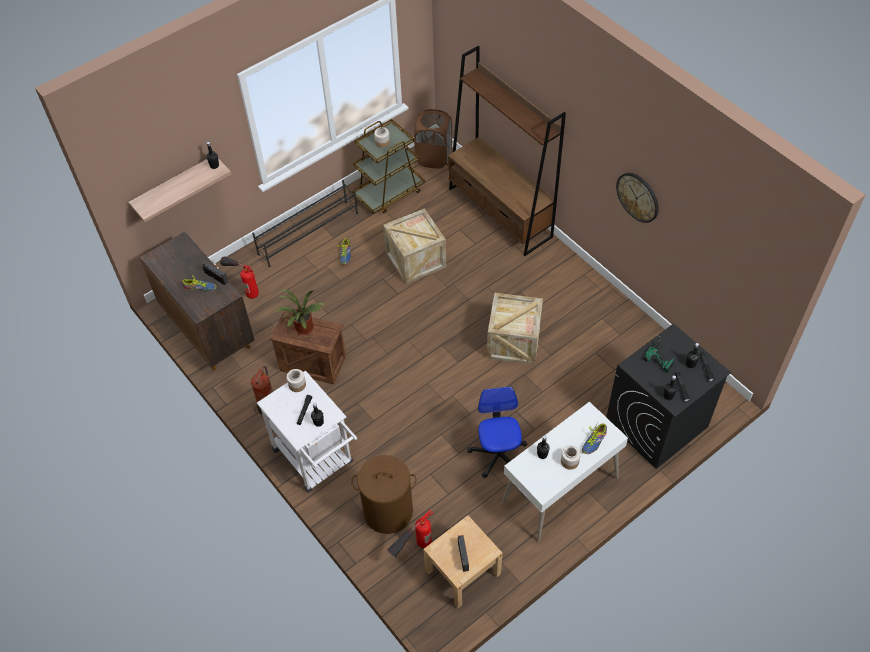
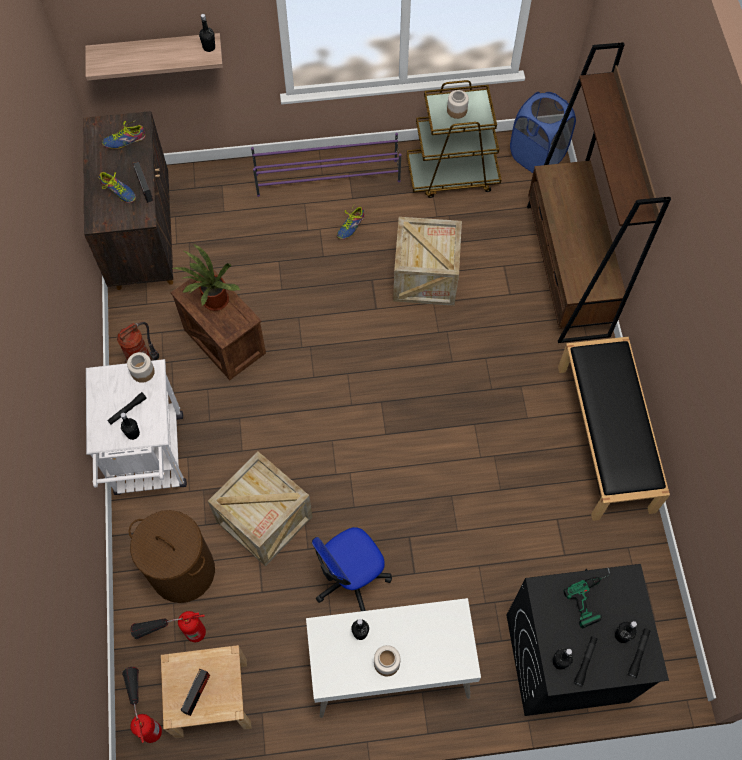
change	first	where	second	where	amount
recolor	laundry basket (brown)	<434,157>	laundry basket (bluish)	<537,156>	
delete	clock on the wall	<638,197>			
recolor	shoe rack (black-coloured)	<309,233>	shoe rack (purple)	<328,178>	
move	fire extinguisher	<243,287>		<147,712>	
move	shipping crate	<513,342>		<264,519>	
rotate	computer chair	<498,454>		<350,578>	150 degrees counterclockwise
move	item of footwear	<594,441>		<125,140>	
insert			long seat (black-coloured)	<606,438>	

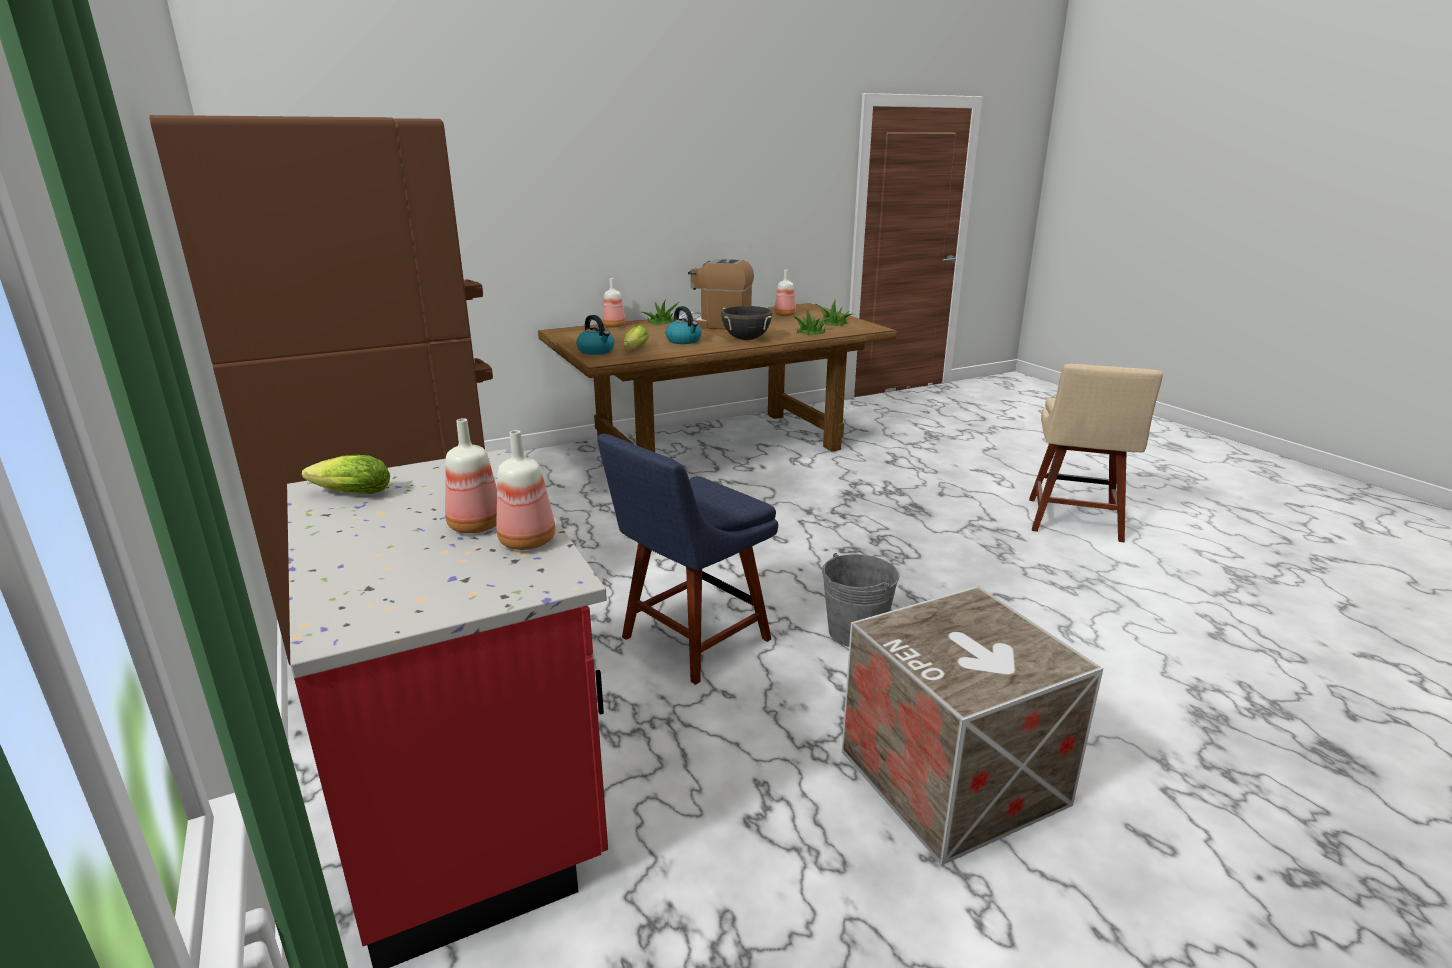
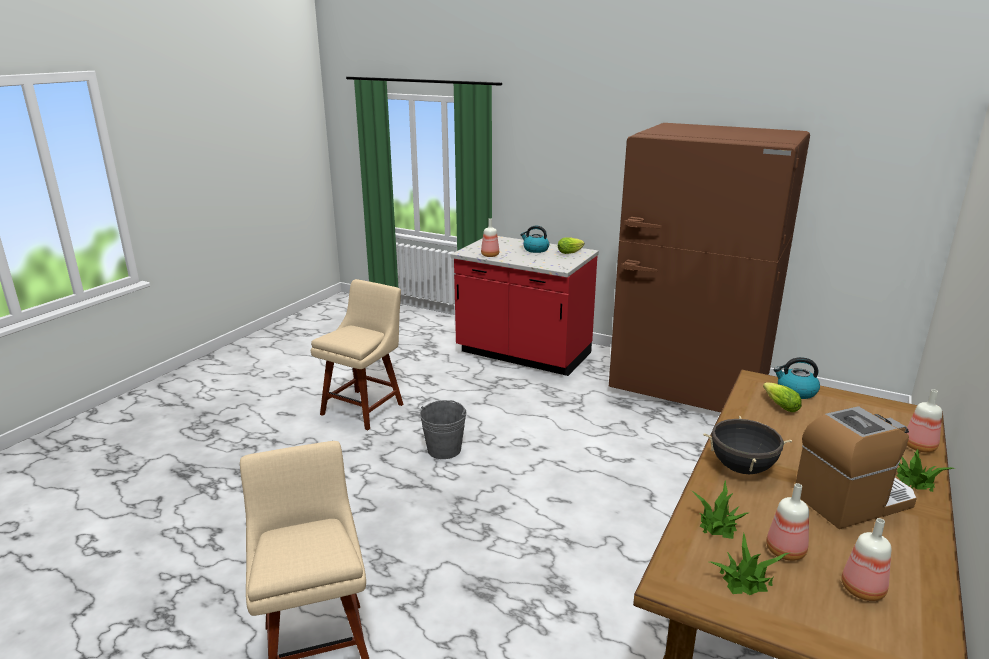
change	first	where	second	where	amount
move	kettle	<684,341>		<535,249>	
move	beverage bottle	<474,526>		<786,551>	
delete	plain chair (bluish)	<690,641>			
replace	shipping crate	<952,777>	plain chair (beige)	<365,407>	

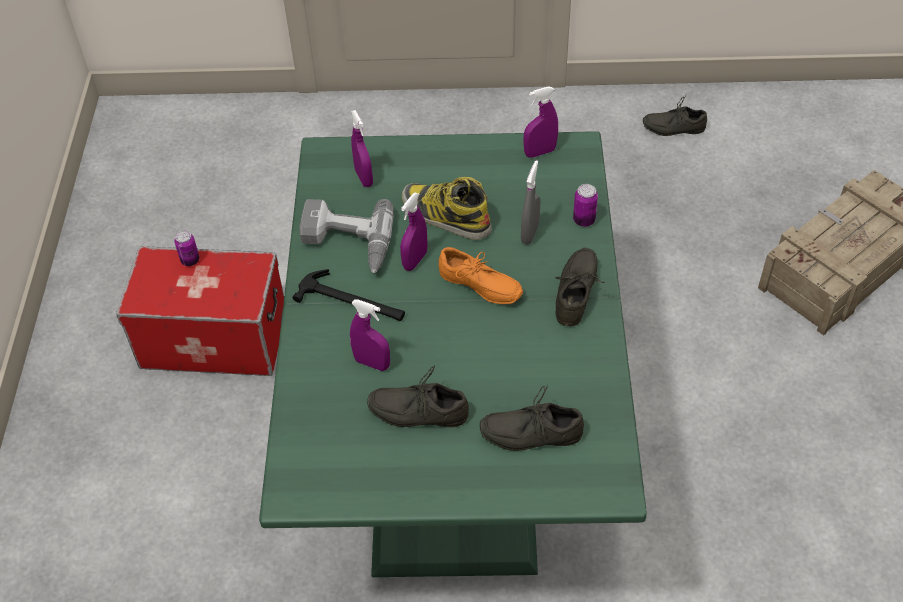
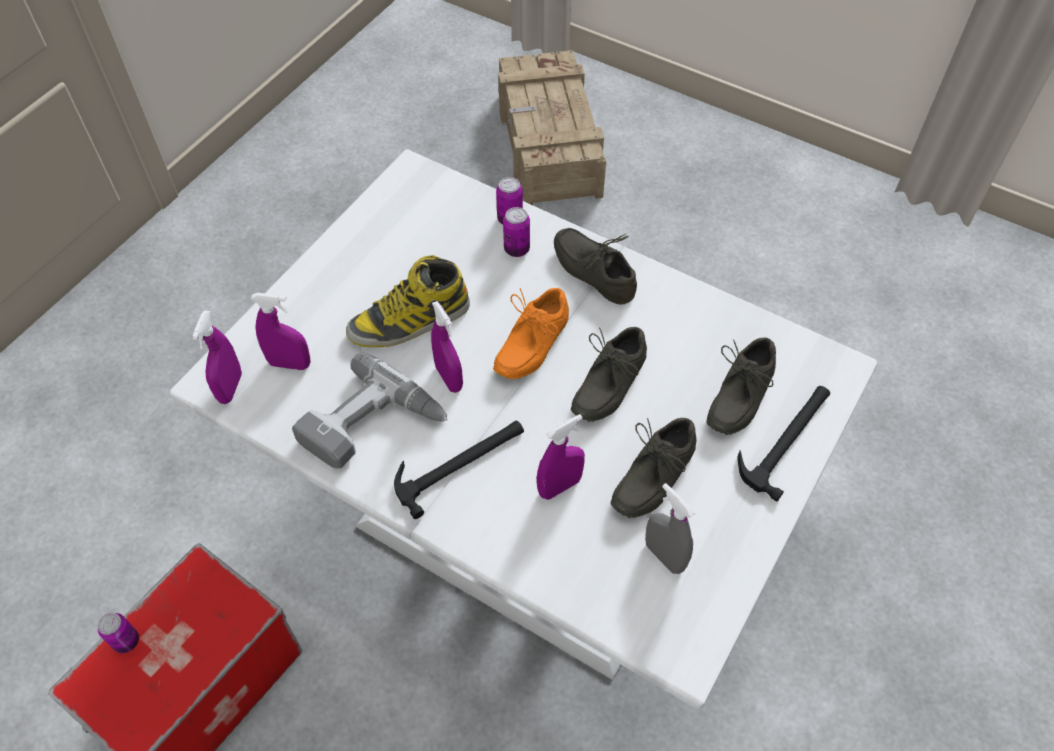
change	first	where	second	where	amount
move	hand sprayer (purple)	<540,152>		<230,388>	
move	item of footwear (greyish)	<673,126>		<605,383>	
recolor	dining table (greenish)	<457,454>	dining table (white)	<527,526>	
move	hand sprayer (greyish)	<530,233>		<664,556>	
rotate	item of footwear (orange)	<479,287>		<528,343>	150 degrees clockwise
insert			sealed can	<516,249>	
insert			hammer	<787,438>	

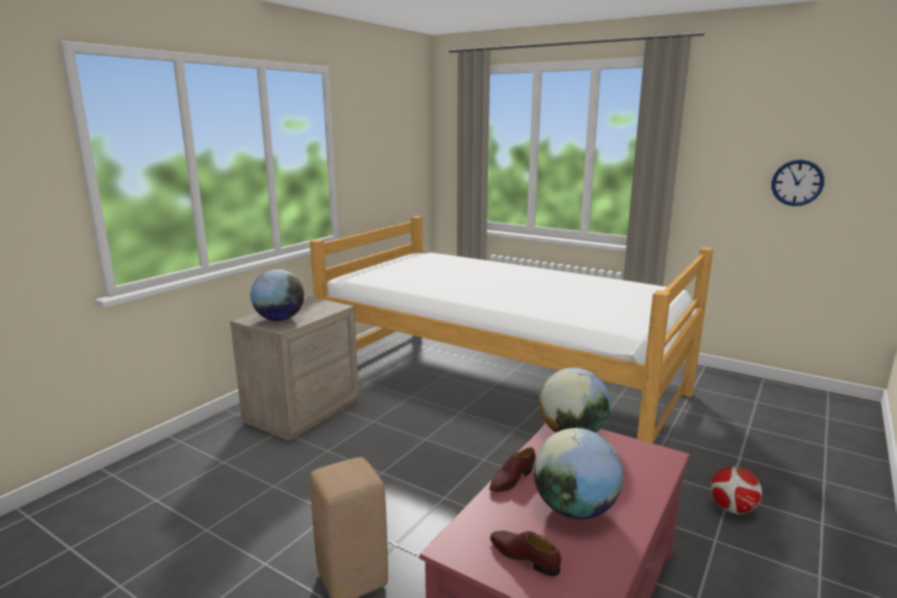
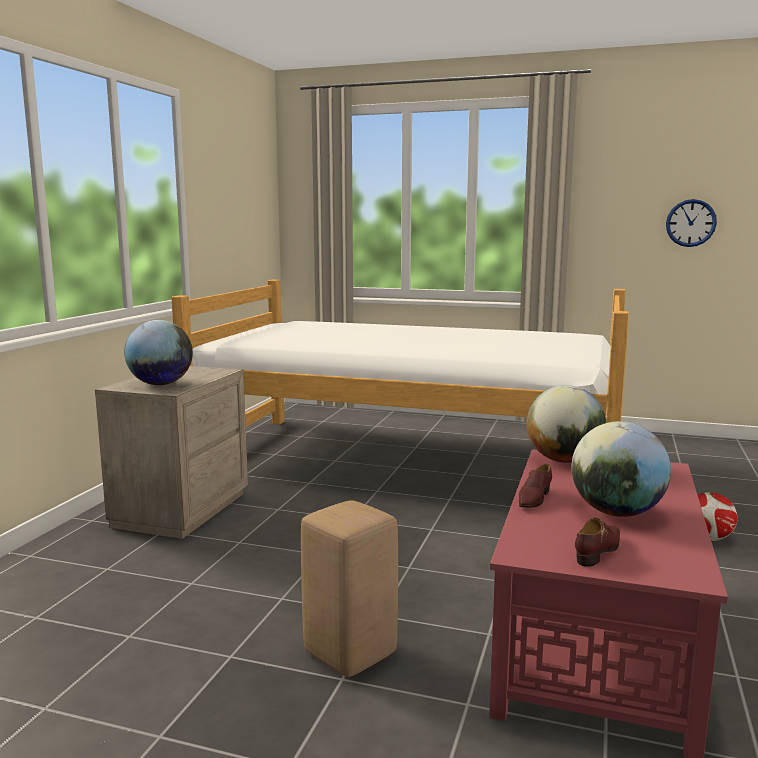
change	first	where	second	where	amount
rotate	item of footwear (brown)	<524,557>		<599,551>	105 degrees clockwise

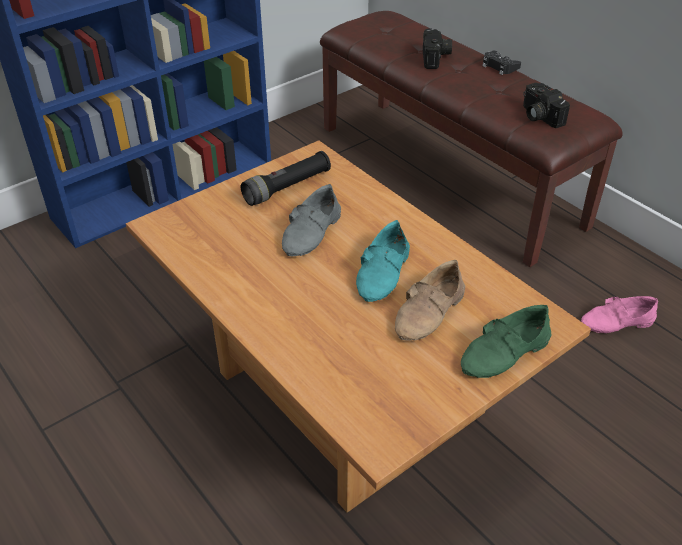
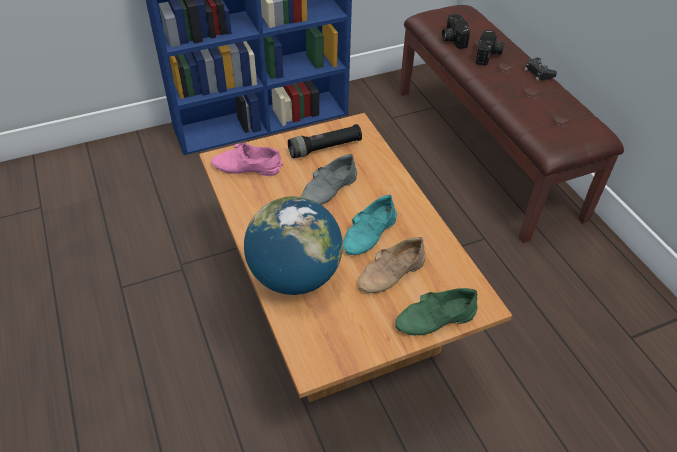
change	first	where	second	where	amount
move	still camera	<538,116>		<452,38>	
move	item of footwear (pinkish)	<617,323>		<246,168>	
insert			globe	<295,276>	

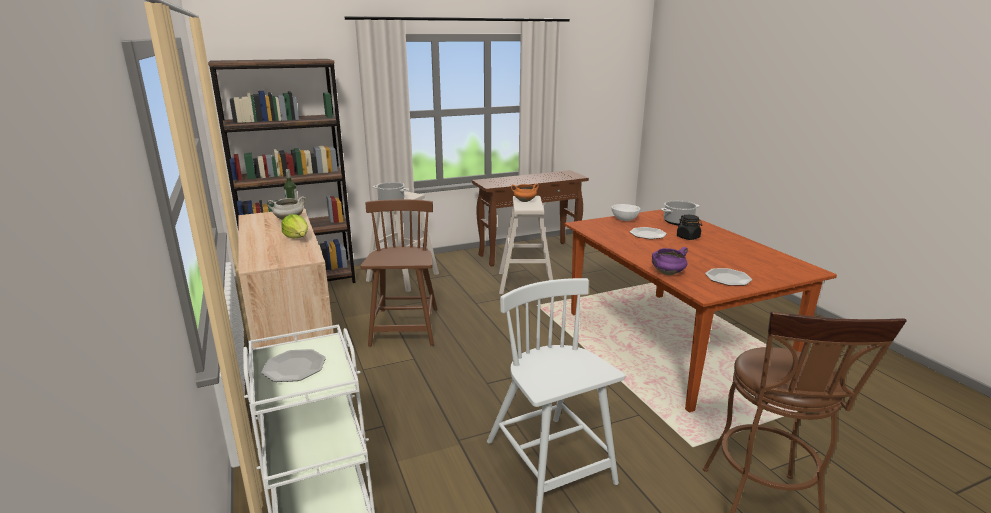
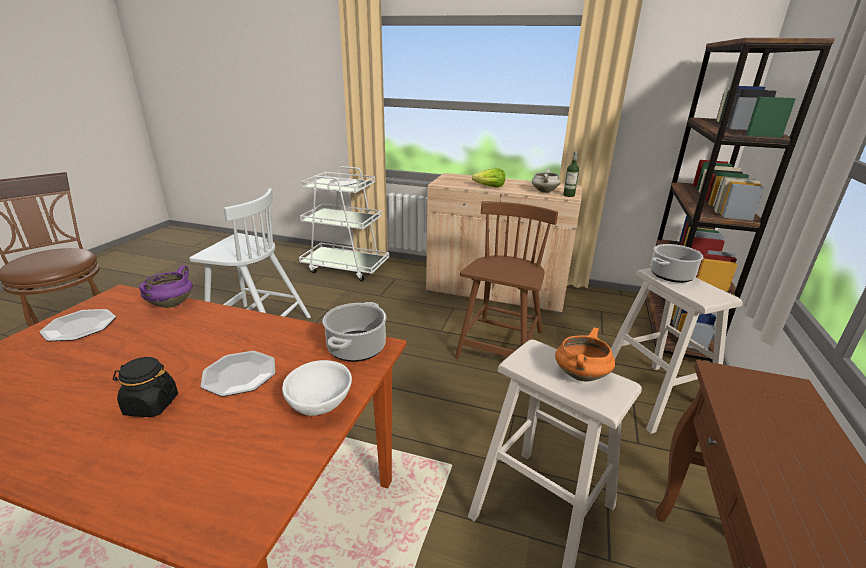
change	first	where	second	where	amount
rotate	plain chair (brown)	<405,328>		<500,346>	105 degrees counterclockwise
move	stockpot	<678,222>		<356,348>	

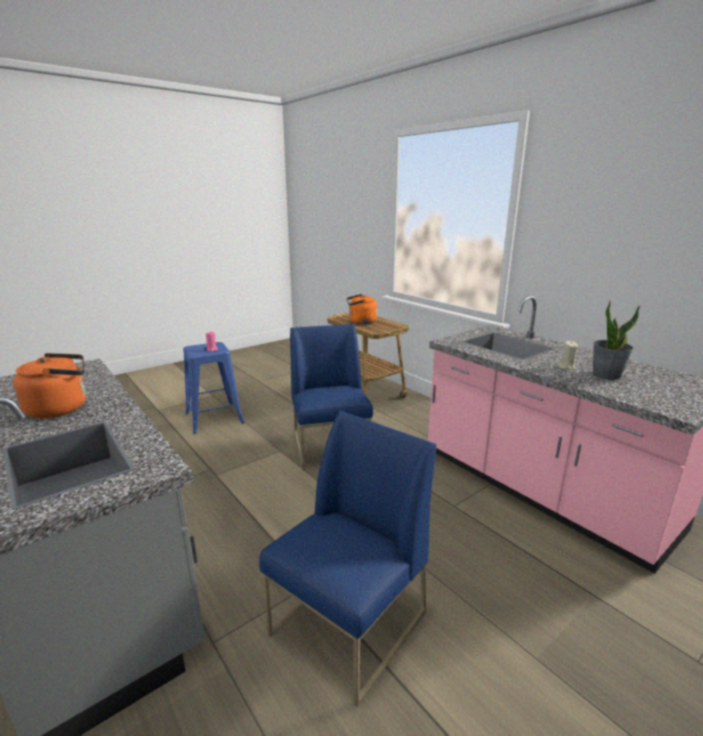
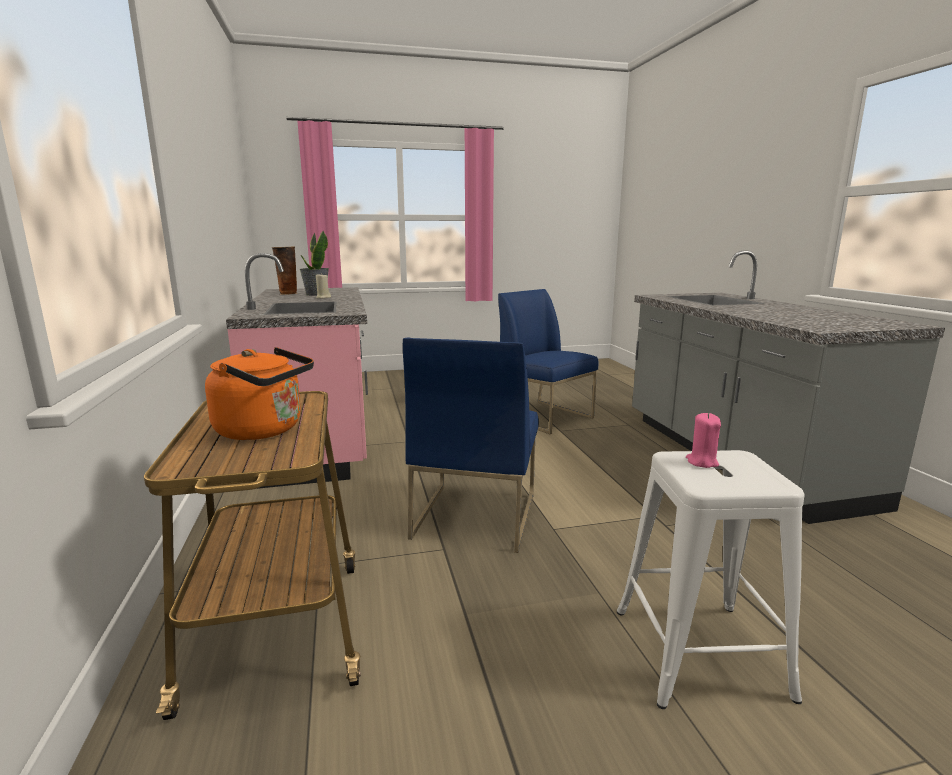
change	first	where	second	where	amount
recolor	stool seat (bluish)	<214,418>	stool seat (white)	<699,651>	
delete	kettle (orange)	<61,408>			
rotate	plain chair (bluish)	<349,625>		<545,417>	75 degrees clockwise
insert			flower vase	<287,293>	

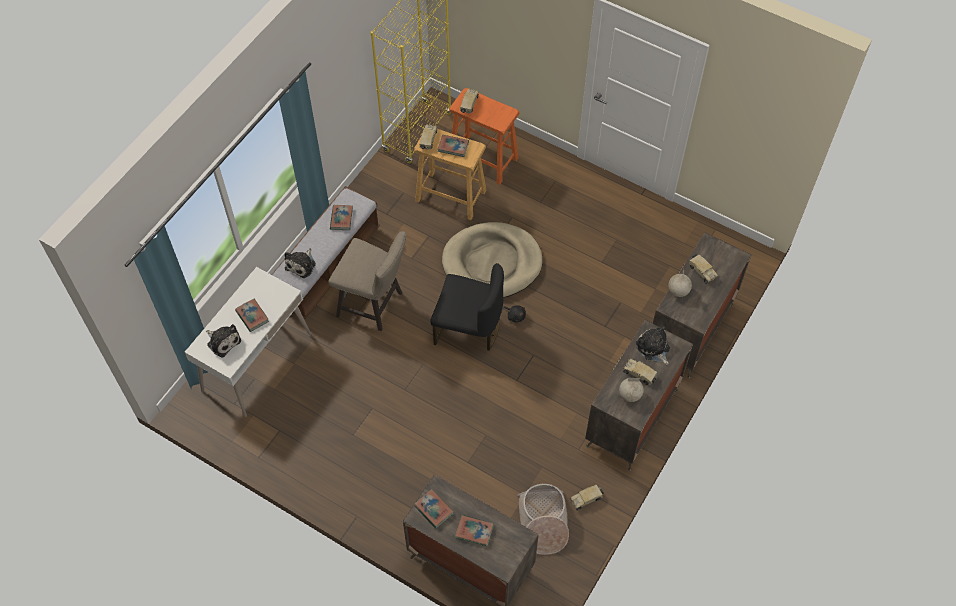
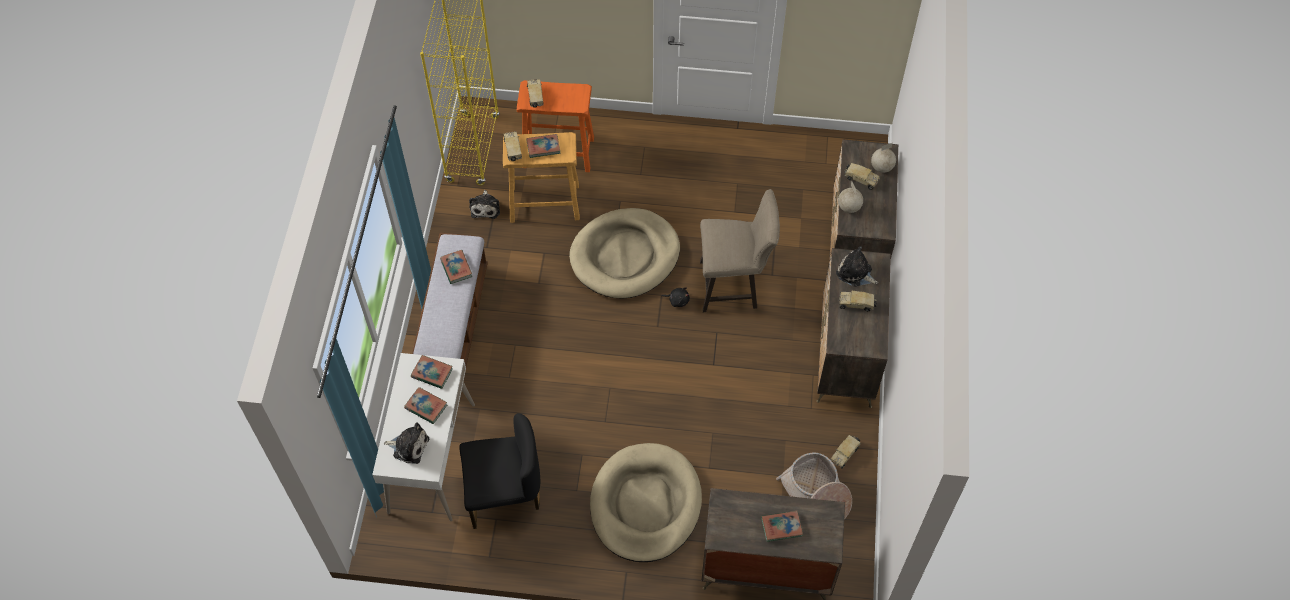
change	first	where	second	where	amount
move	stool seat (beige)	<374,305>		<734,285>	
move	cuddly toy	<301,265>		<485,207>	
move	plain chair (black-coloured)	<468,328>		<504,493>	
move	globe	<629,395>		<881,167>	
move	book	<433,509>		<432,373>	
insert			pet bed (beige)	<645,504>	

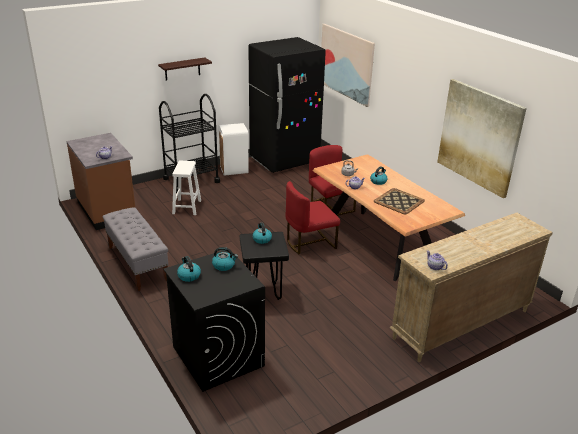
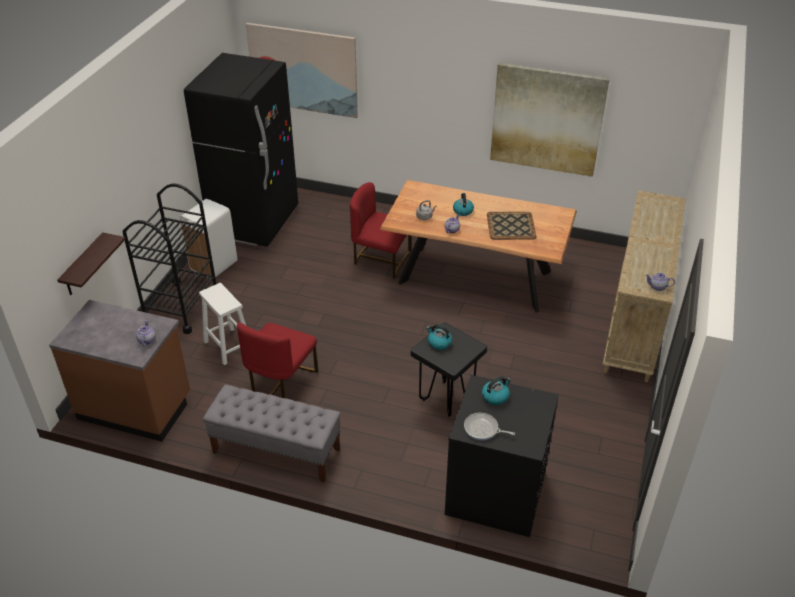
change	first	where	second	where	amount
move	shelf	<182,69>		<83,266>	
move	plain chair (red)	<309,243>		<281,381>	
replace	kettle	<188,276>	pan	<483,429>	

